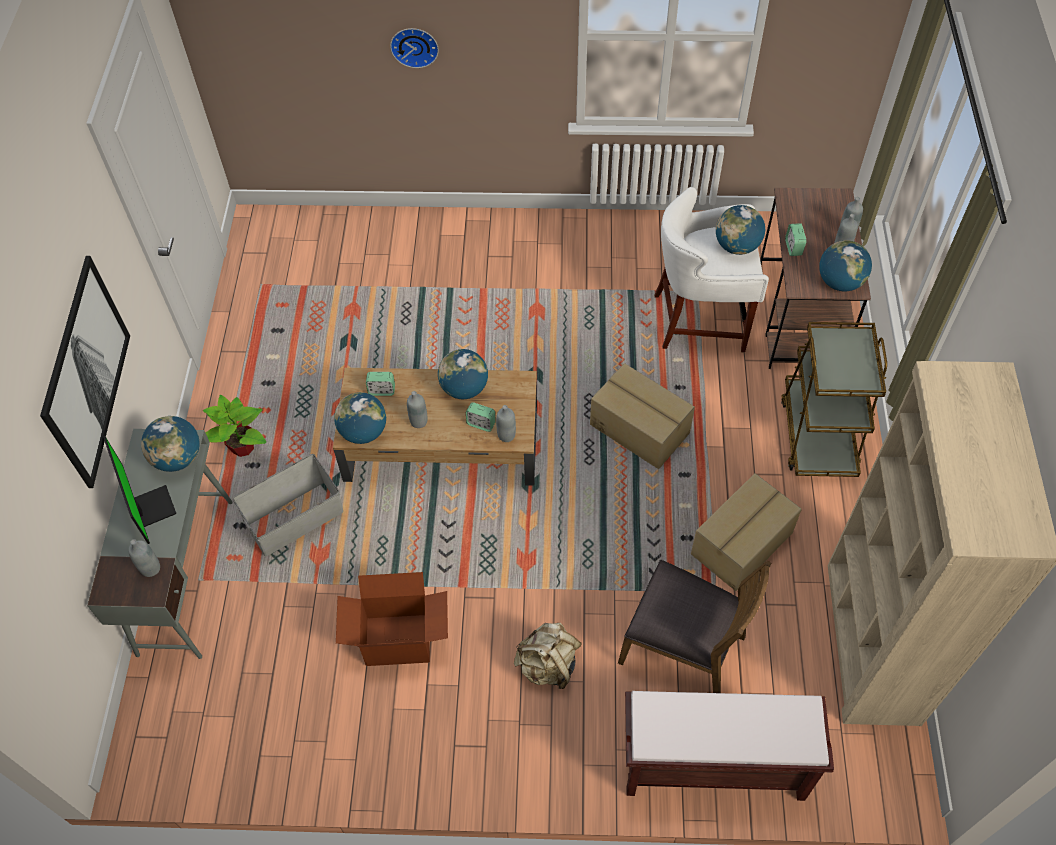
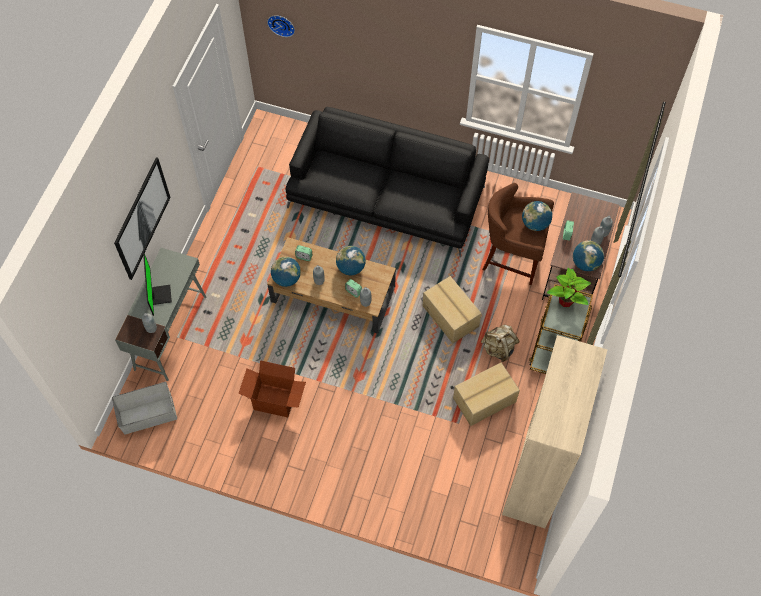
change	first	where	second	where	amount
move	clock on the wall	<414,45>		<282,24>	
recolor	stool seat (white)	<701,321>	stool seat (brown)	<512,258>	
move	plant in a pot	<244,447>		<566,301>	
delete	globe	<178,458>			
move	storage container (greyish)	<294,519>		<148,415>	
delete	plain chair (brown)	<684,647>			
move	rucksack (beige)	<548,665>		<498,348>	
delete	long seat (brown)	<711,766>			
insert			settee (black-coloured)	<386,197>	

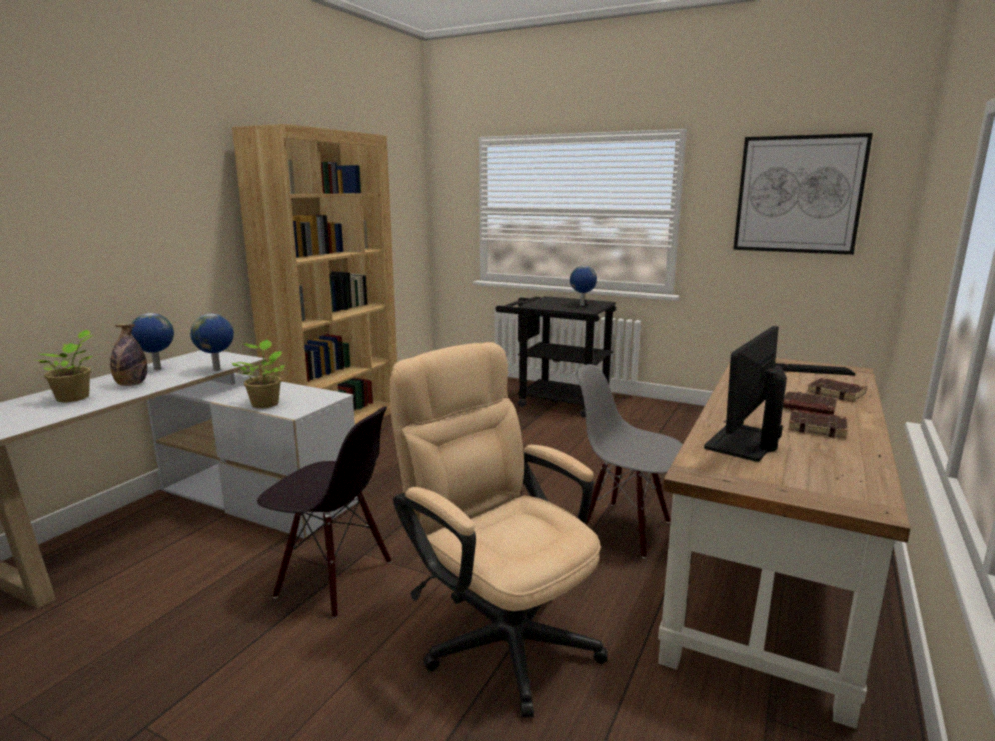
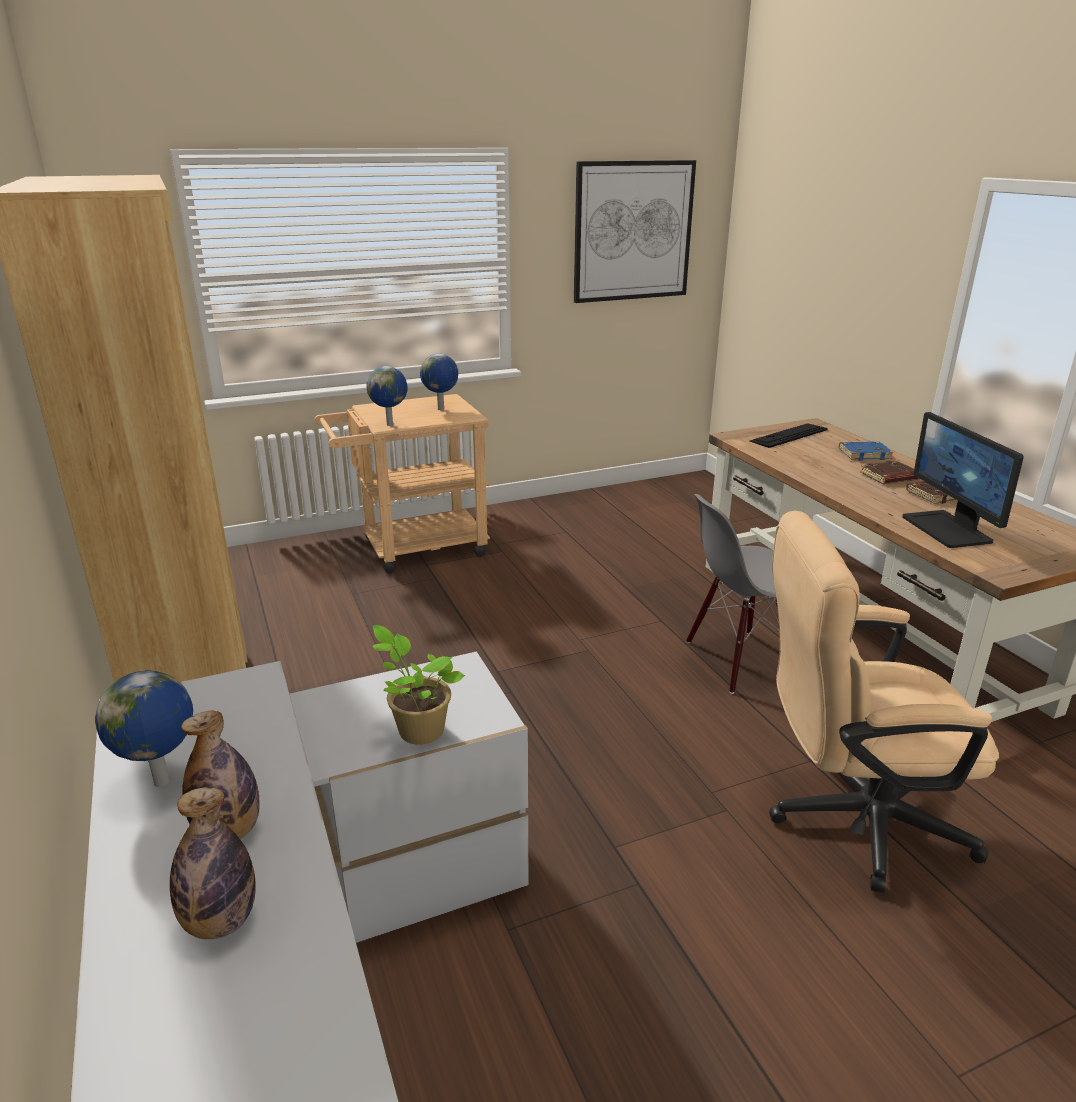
change	first	where	second	where	amount
recolor	wheeled cart (black-coloured)	<555,401>	wheeled cart (beige)	<413,549>	
move	globe	<217,370>		<390,424>	
replace	plant in a pot	<75,398>	beverage bottle	<220,921>	
recolor	book (brown)	<836,393>	book (bluish)	<864,454>	
delete	plain chair (black-coloured)	<334,580>			

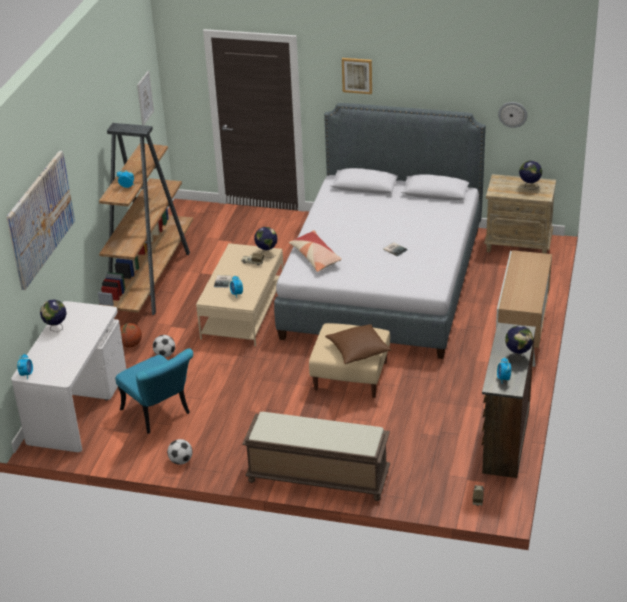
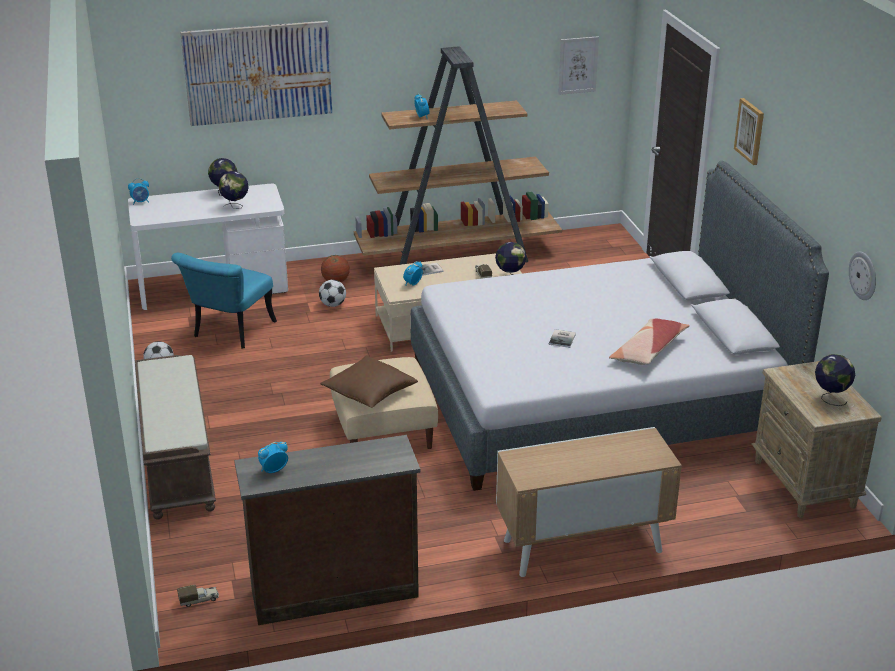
change	first	where	second	where	amount
move	cushion	<315,257>		<648,350>	
move	globe	<518,356>		<235,207>	

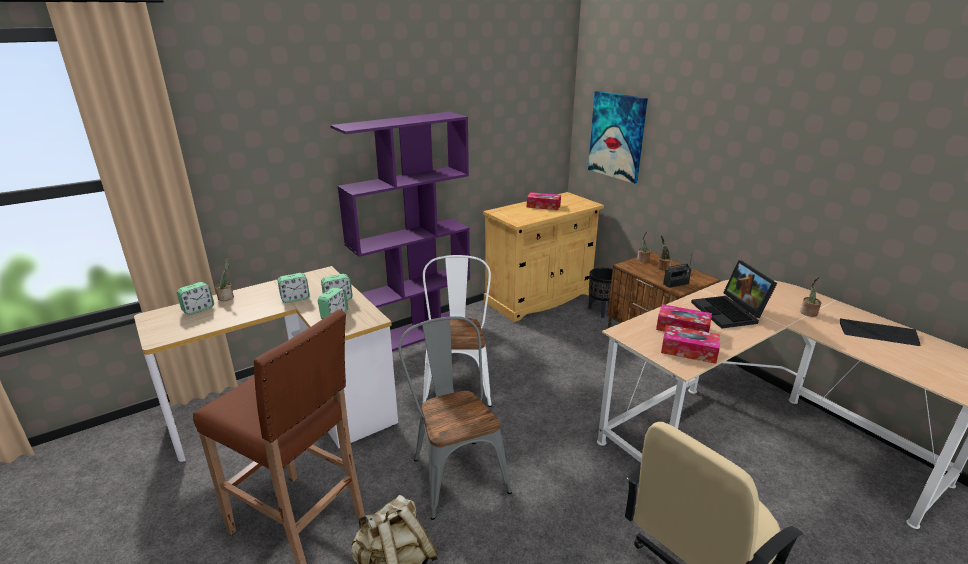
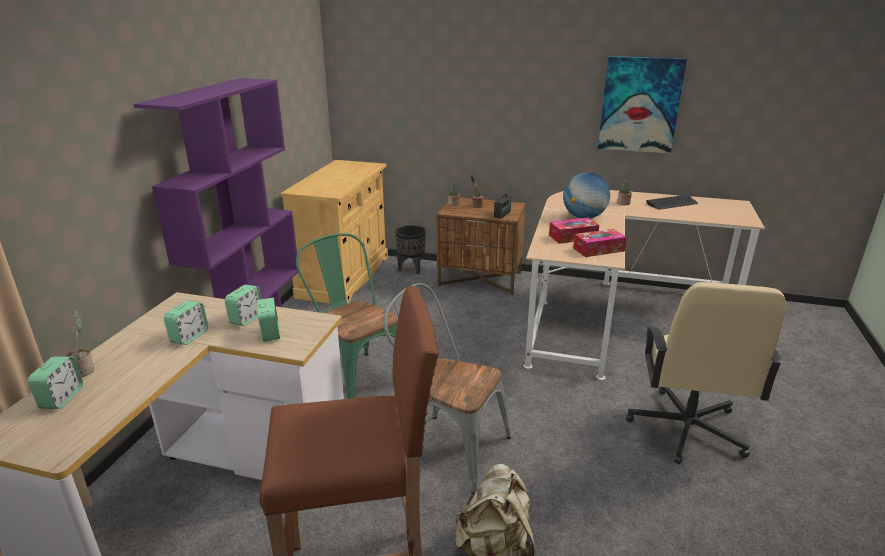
change	first	where	second	where	amount
move	wall art	<617,136>		<640,105>	
delete	tissue holder	<543,206>			
recolor	plain chair (white)	<458,381>	plain chair (greenish)	<357,376>	
replace	laptop	<730,313>	globe	<584,217>	

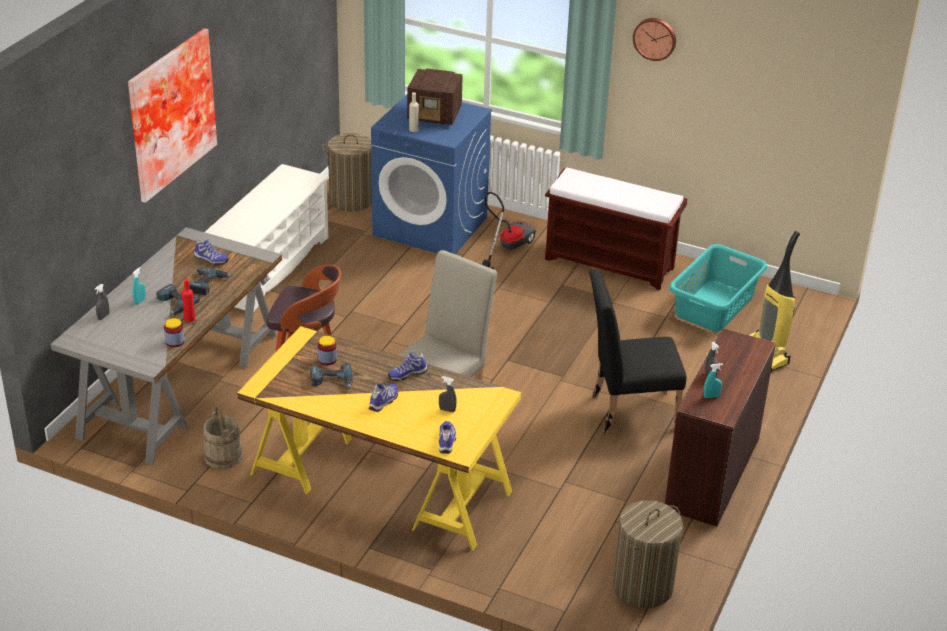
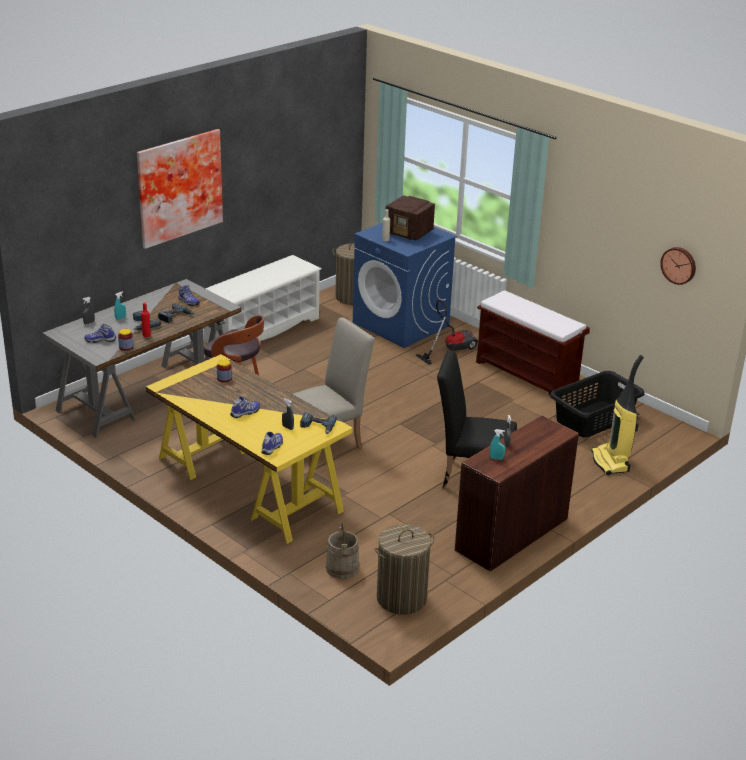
change	first	where	second	where	amount
move	clock on the wall	<655,38>		<679,265>	
recolor	laundry basket (turquoise)	<715,306>	laundry basket (black-coloured)	<594,419>	
move	item of footwear	<407,374>		<100,340>	
move	electric drill	<331,381>		<317,427>	
move	bucket (beige)	<222,456>		<342,568>	

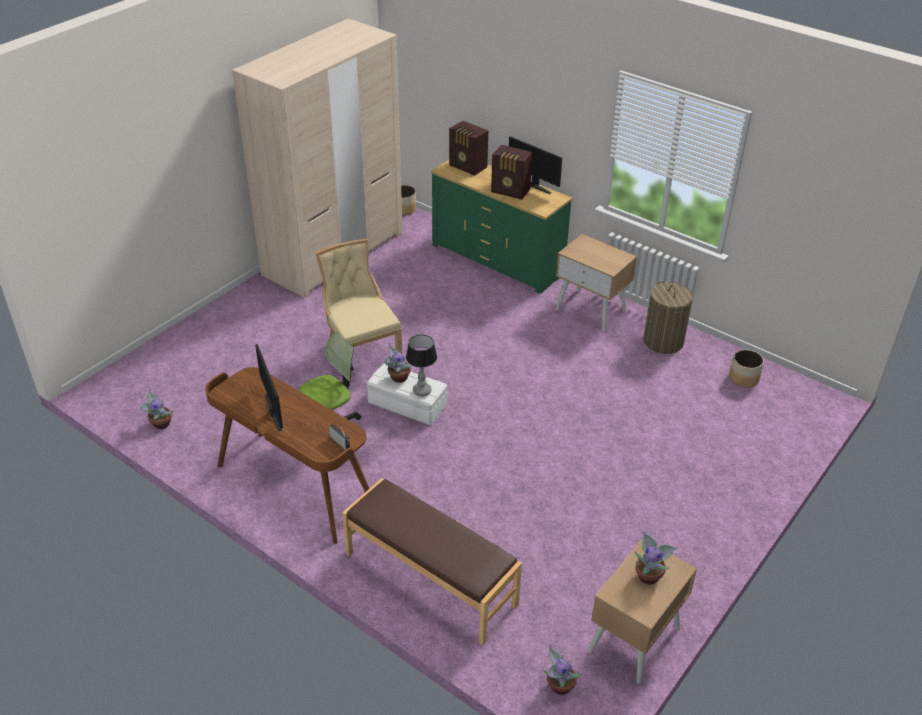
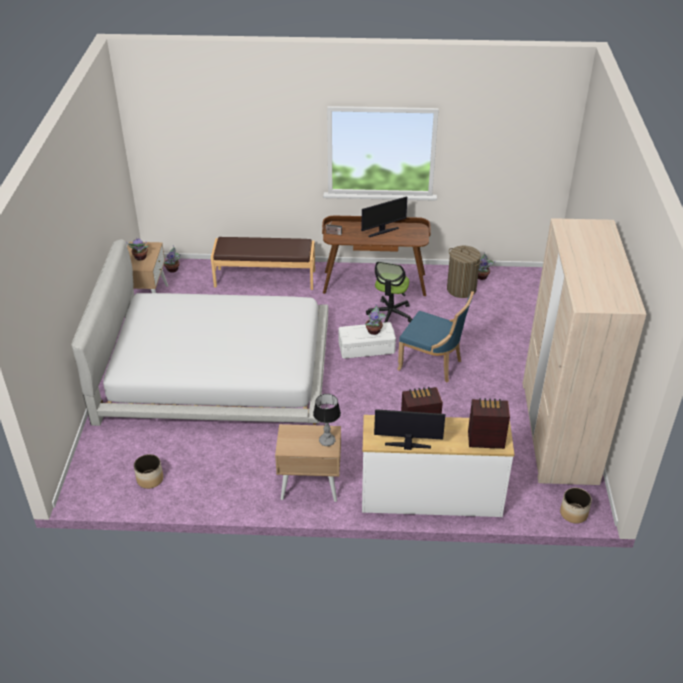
change	first	where	second	where	amount
recolor	drawer chest (greenish)	<497,259>	drawer chest (white)	<431,498>	
recolor	plain chair (beige)	<361,353>	plain chair (bluish)	<432,364>	
move	laundry basket	<663,341>		<461,289>	
move	table lamp	<422,391>		<327,441>	
rotate	computer screen	<275,412>		<383,231>	120 degrees clockwise
insert			bedroom bed (white)	<215,370>	

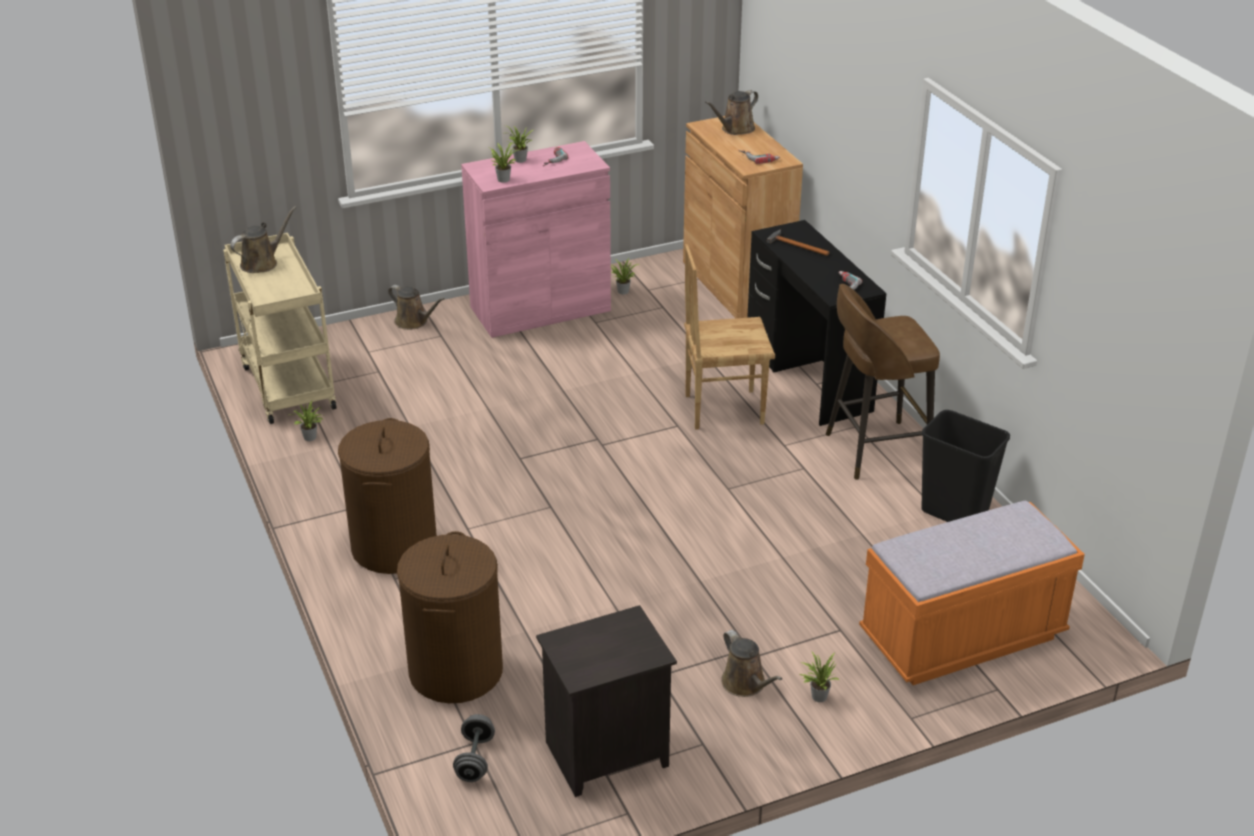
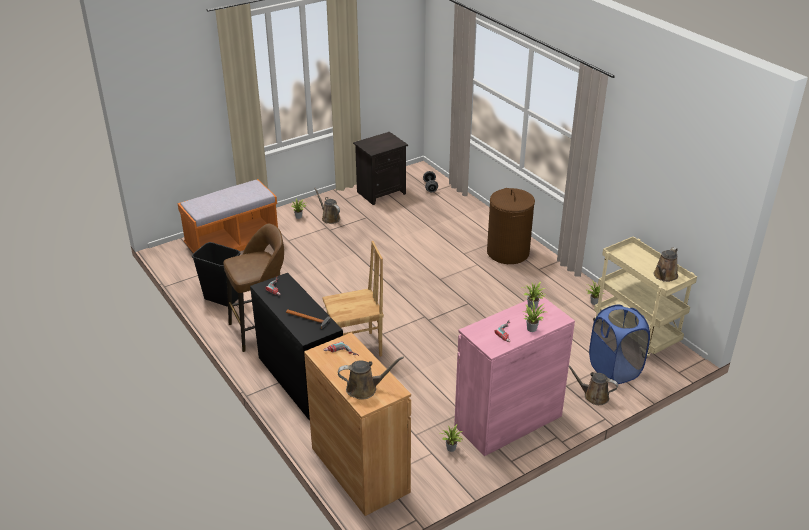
change	first	where	second	where	amount
rotate	watering pot (brown)	<735,129>		<365,389>	45 degrees clockwise
delete	laundry basket (brown)	<455,671>			
insert			laundry basket (bluish)	<614,369>	

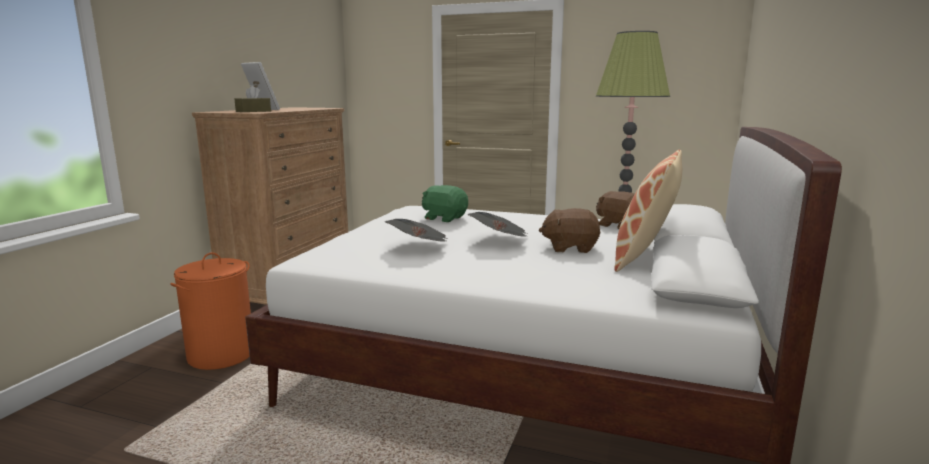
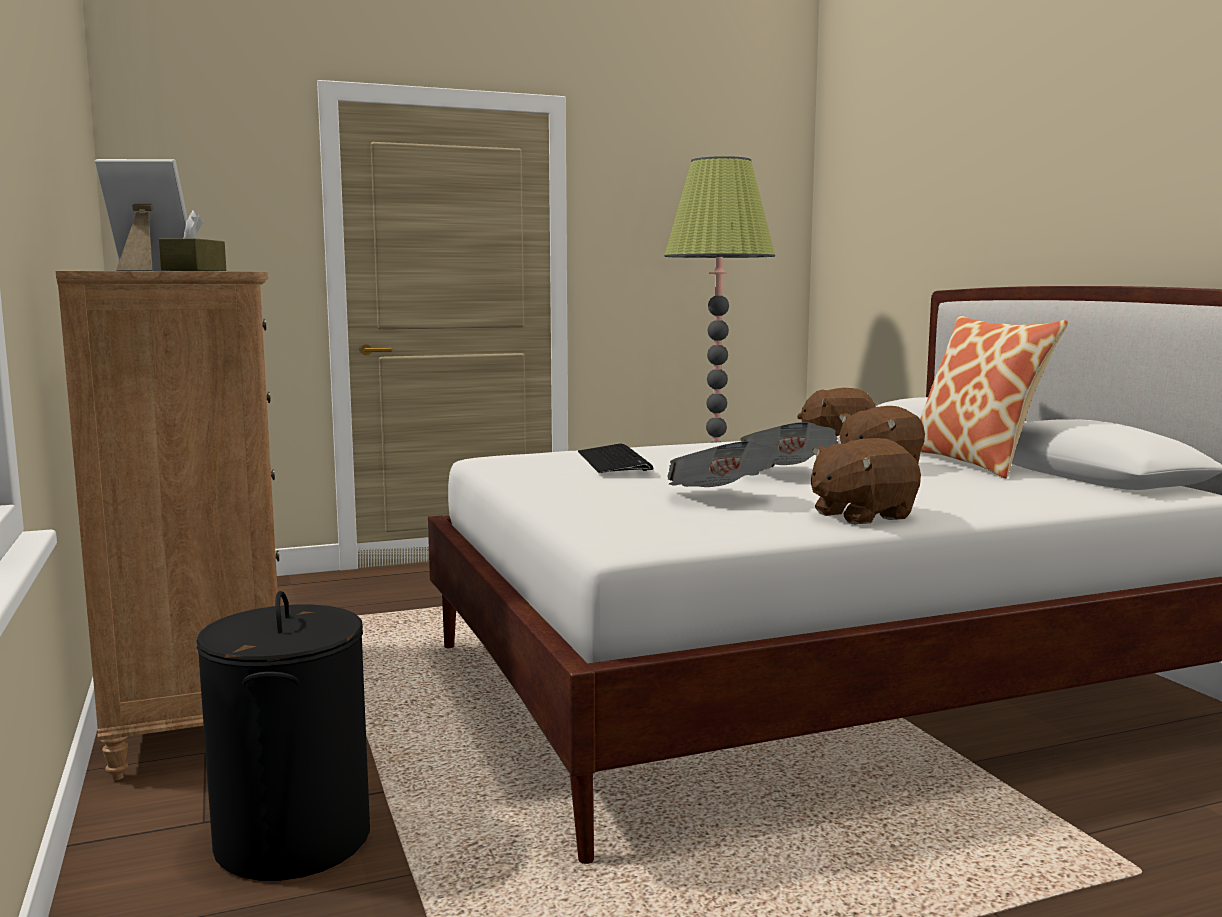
change	first	where	second	where	amount
replace	cuddly toy (greenish)	<444,218>	PC keyboard	<614,461>	
recolor	laundry basket (orange)	<221,355>	laundry basket (black-coloured)	<293,840>	
insert			cuddly toy (brown)	<861,515>	

